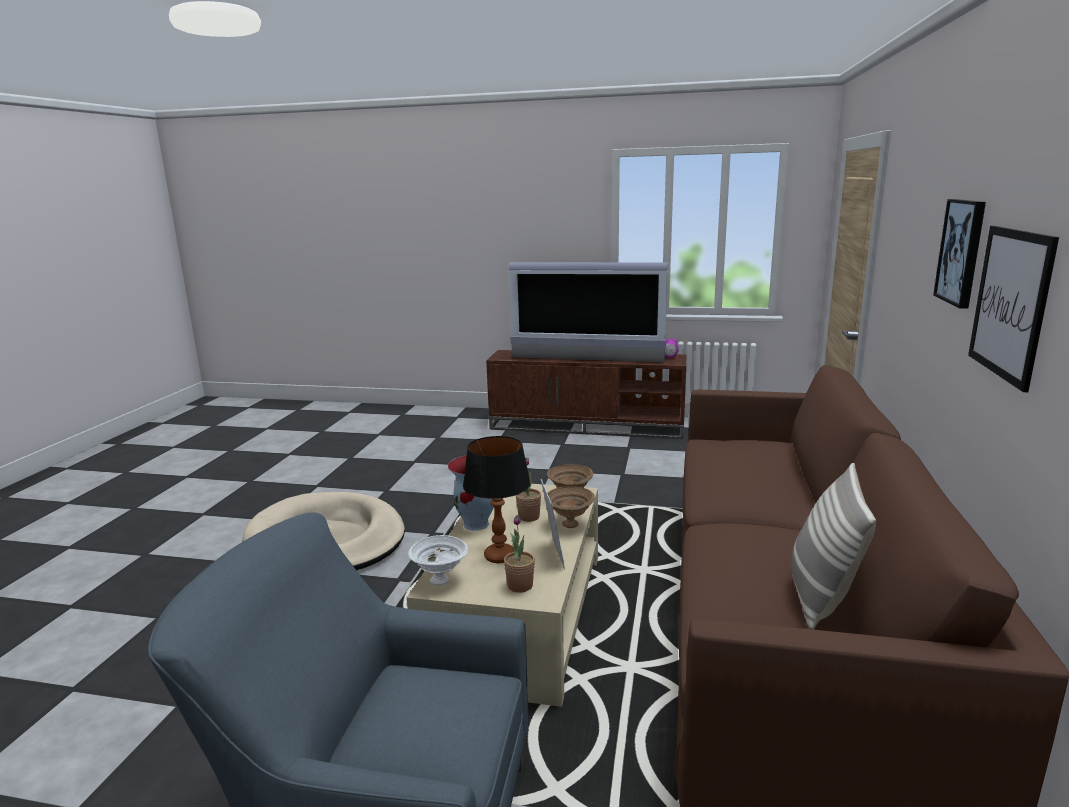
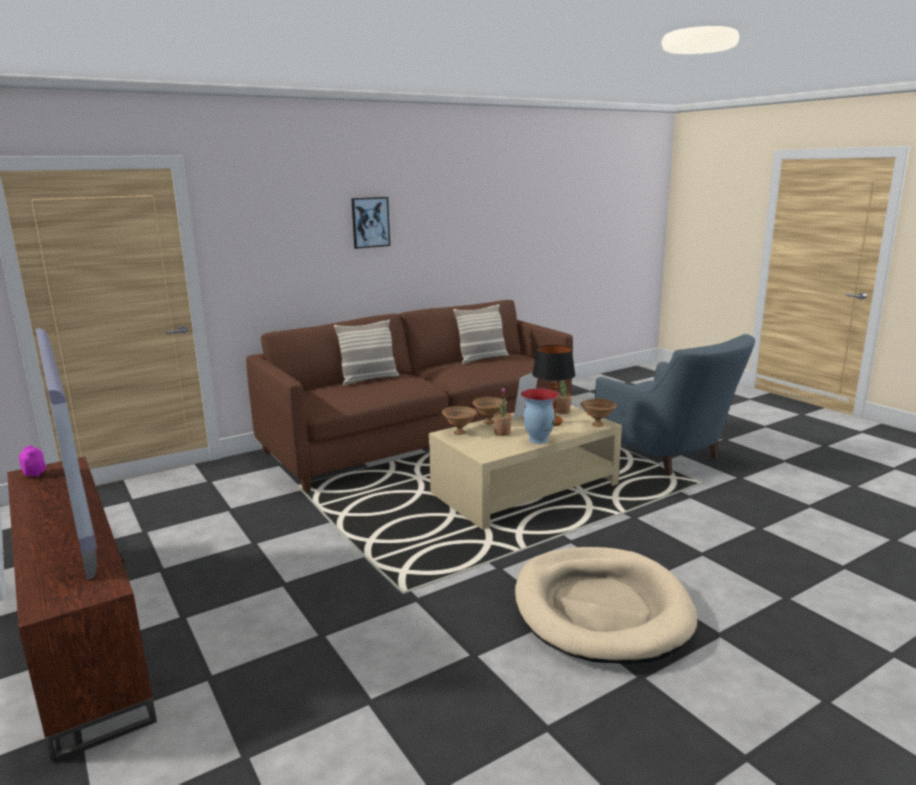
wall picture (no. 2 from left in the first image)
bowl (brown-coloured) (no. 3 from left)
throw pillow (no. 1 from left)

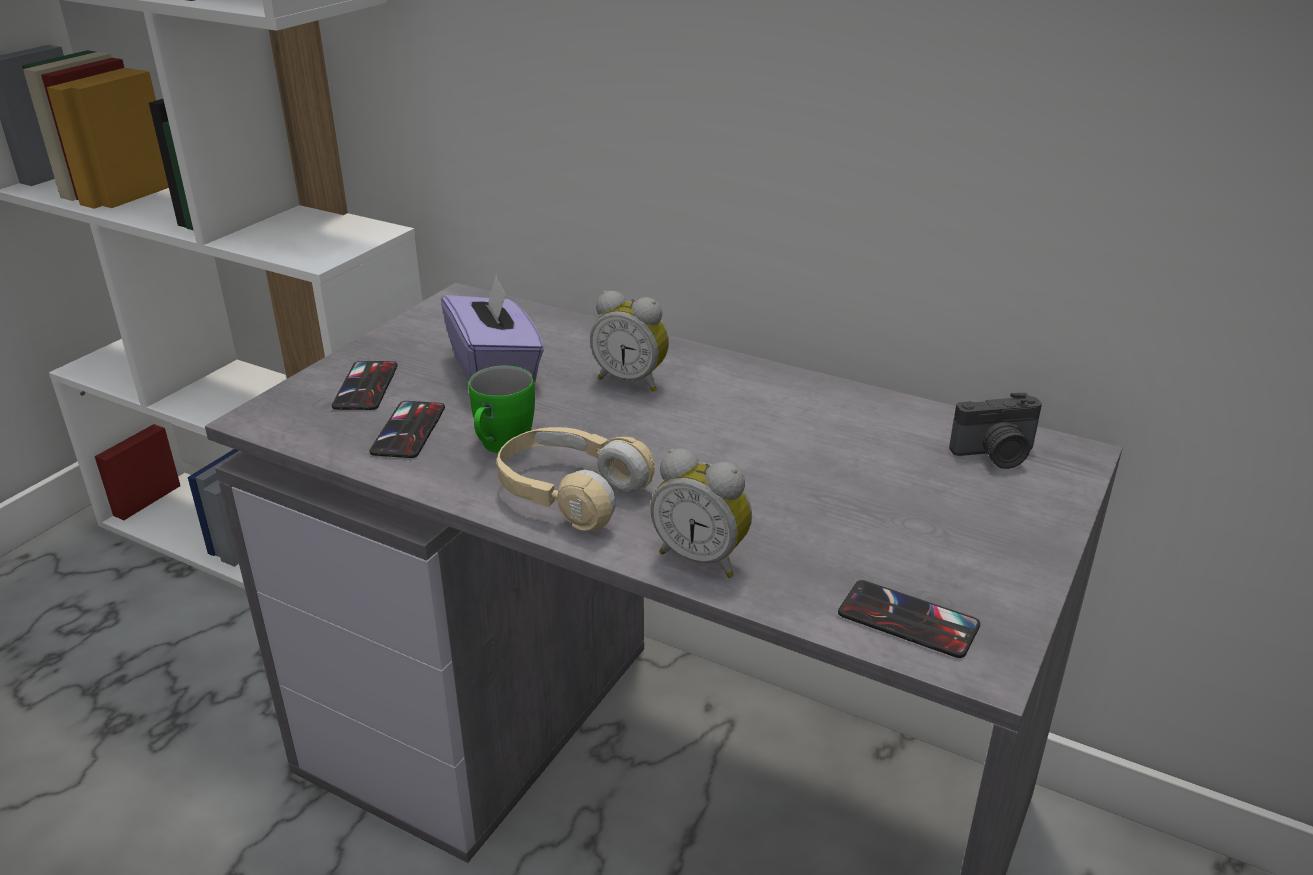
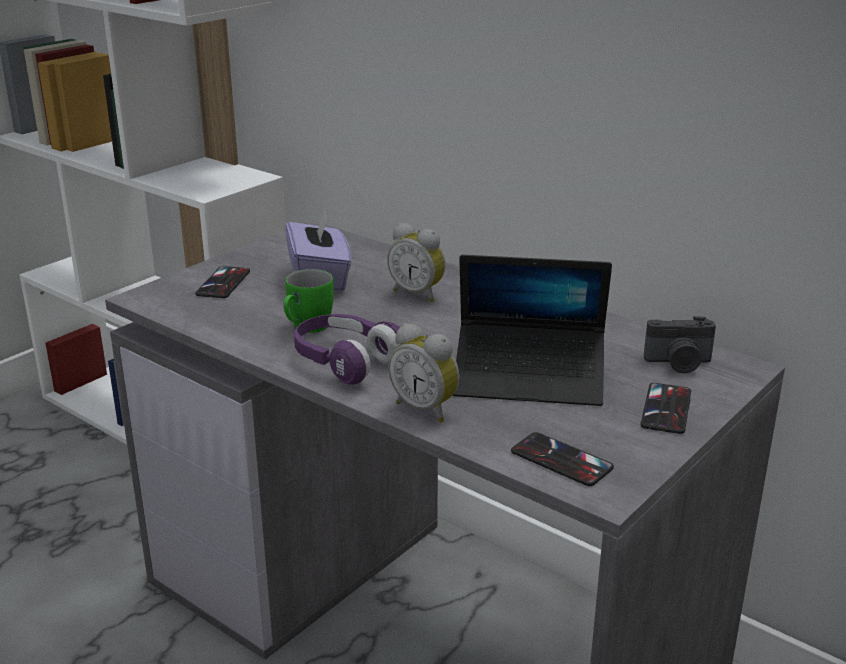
handset (no. 3 from left)
headphones (purplish)
portable computer

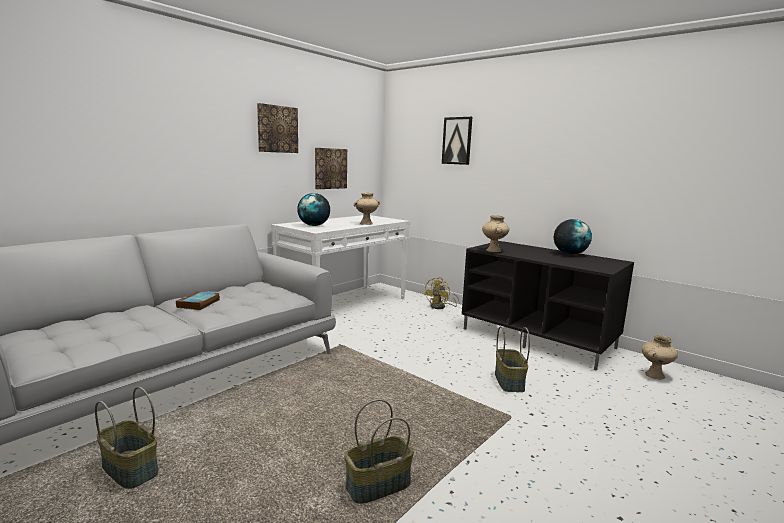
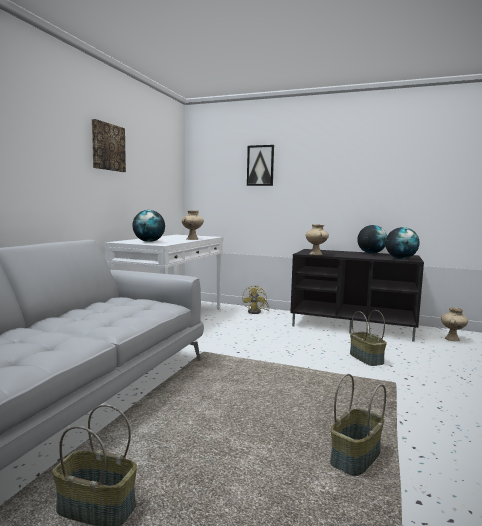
wall picture (no. 2 from left in the first image)
book
globe (no. 3 from left)

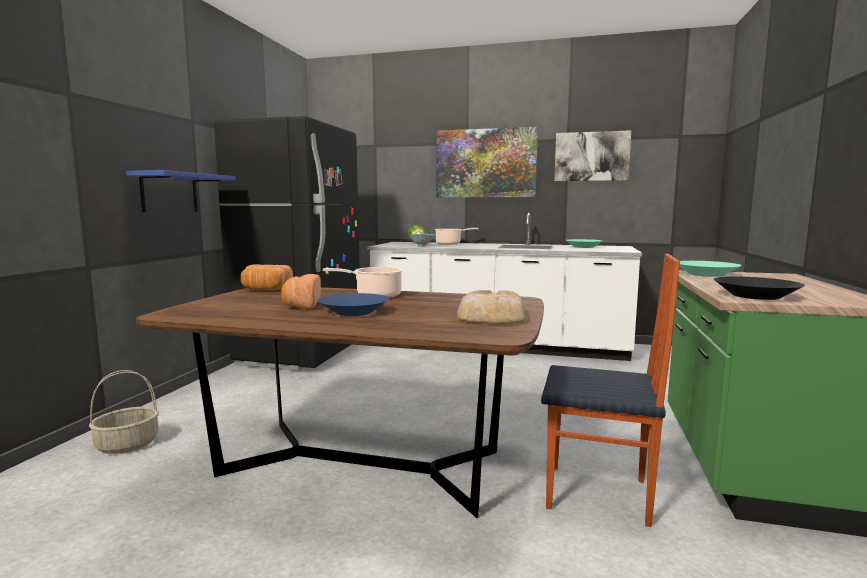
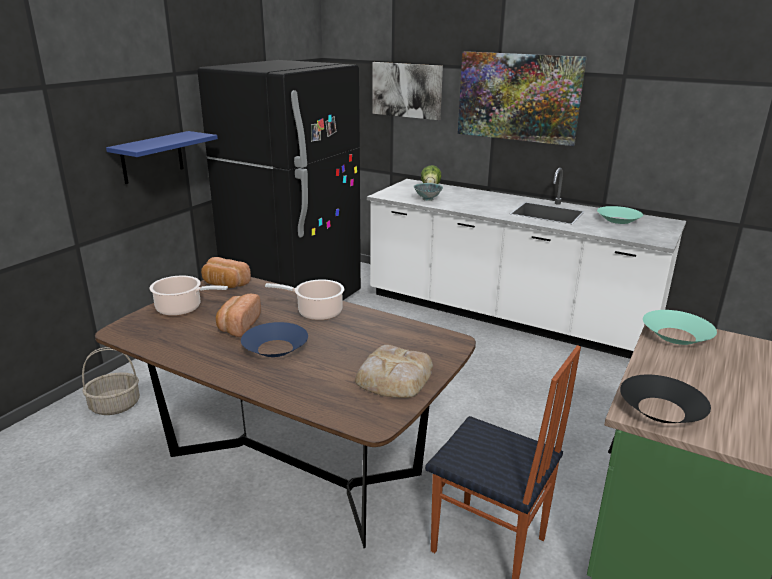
wall picture (no. 1 from left)
stockpot (no. 1 from left)

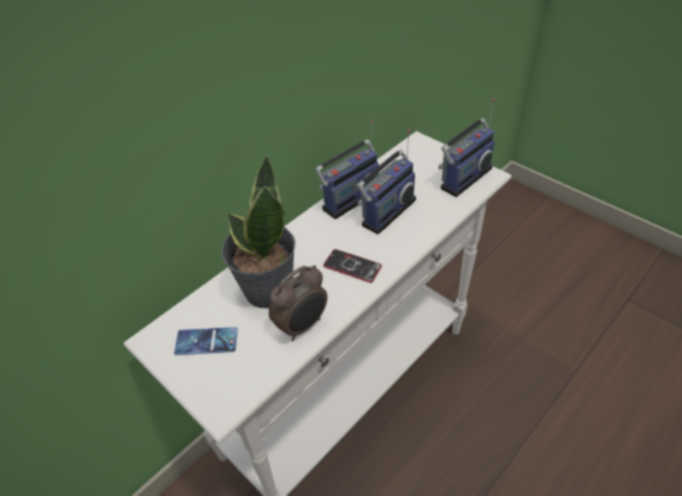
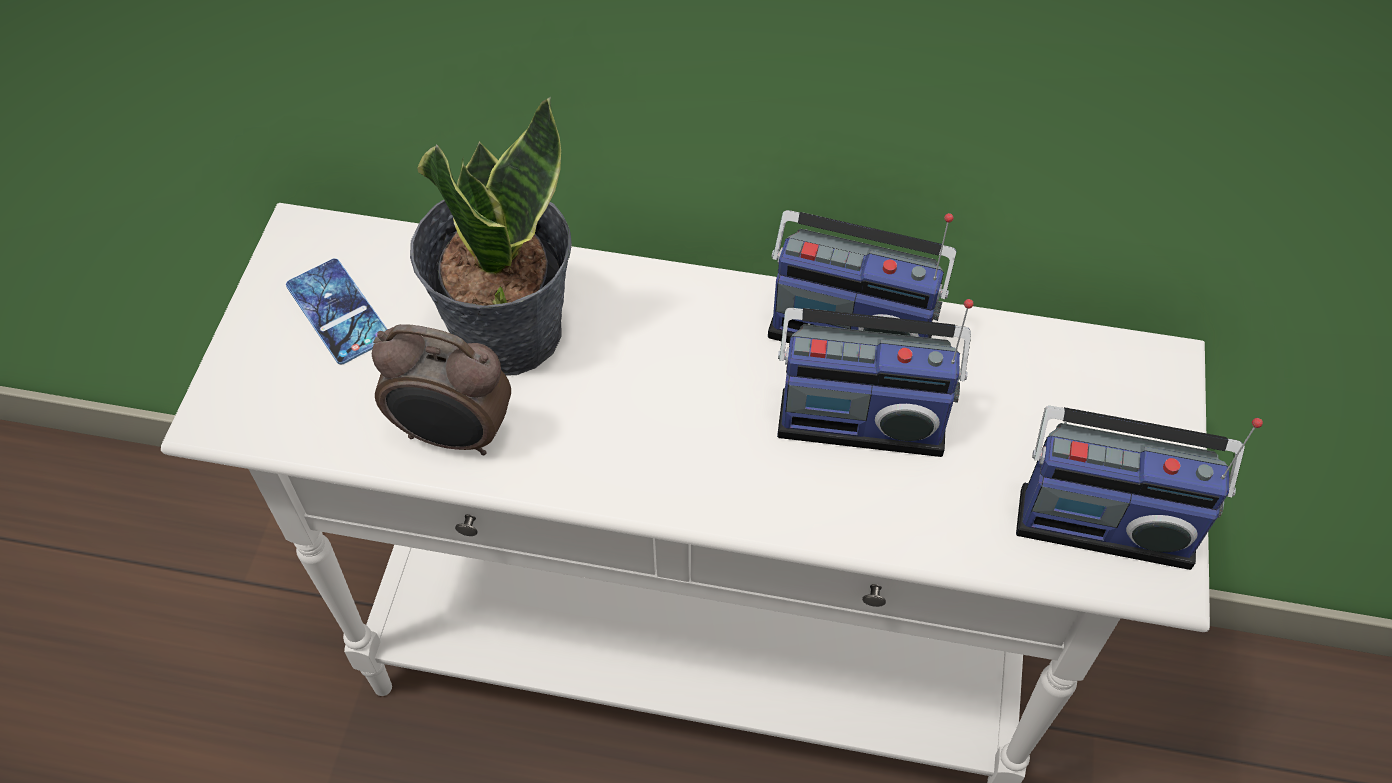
handset (no. 2 from left in the first image)

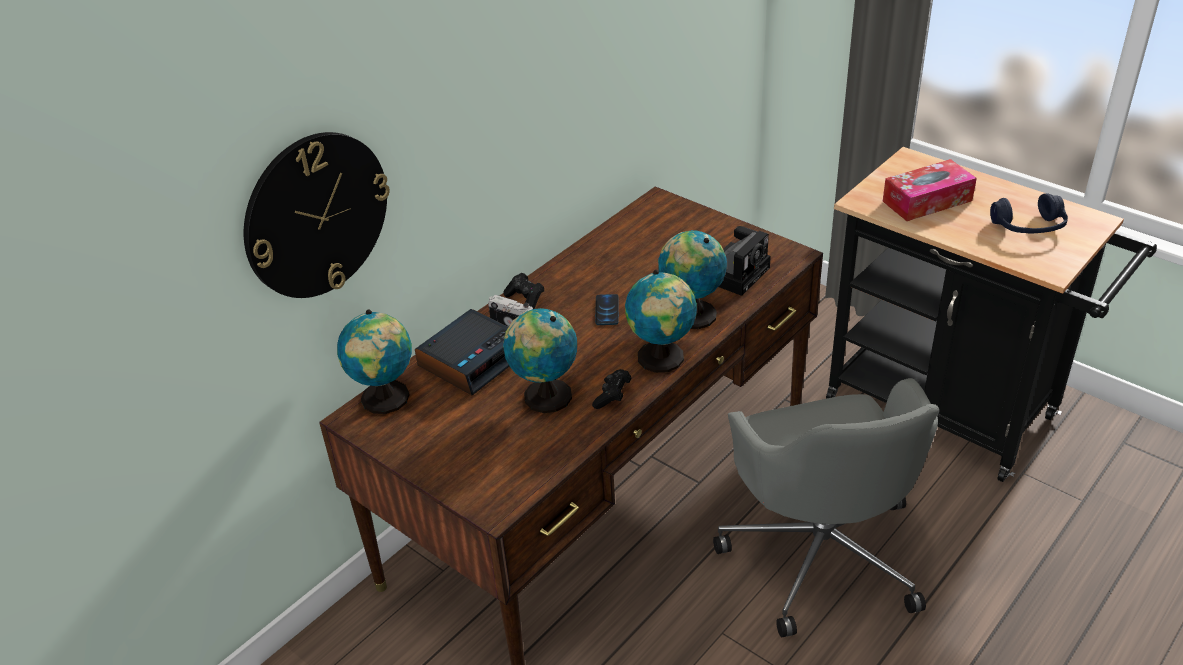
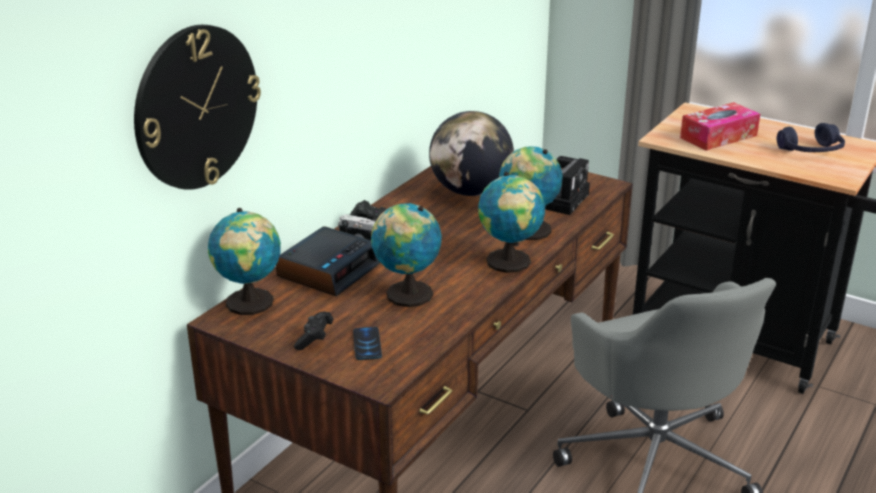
handset
game controller (blackish) (no. 1 from left)
globe (no. 3 from left)

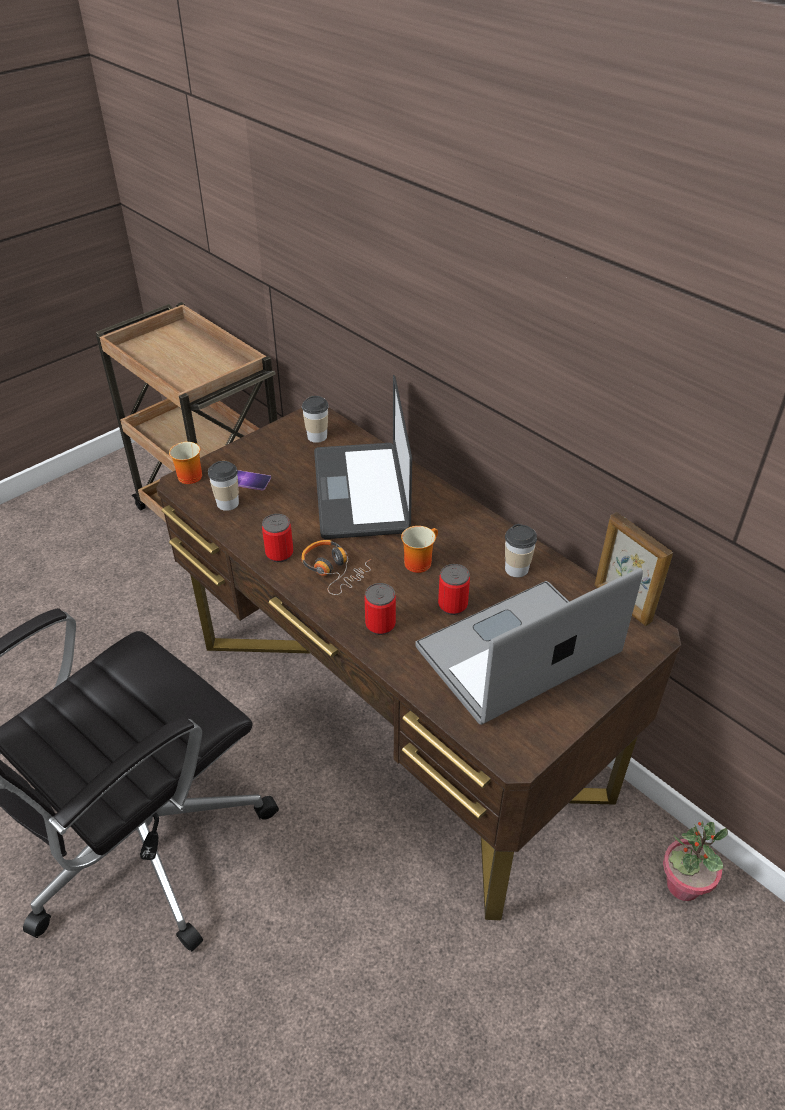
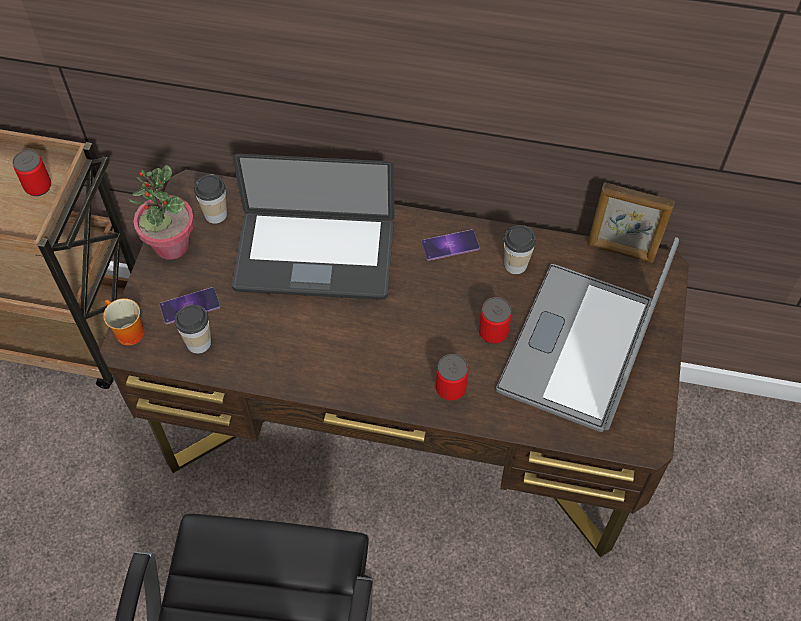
portable computer (no. 1 from left)
sealed can (no. 1 from left)
tea mug (no. 2 from left in the first image)
headphones
potted plant
handset (no. 2 from left)

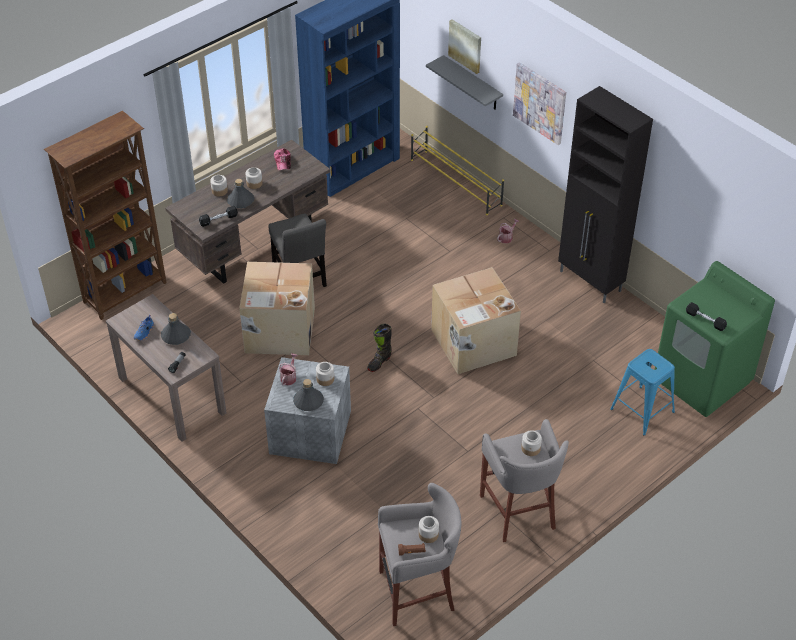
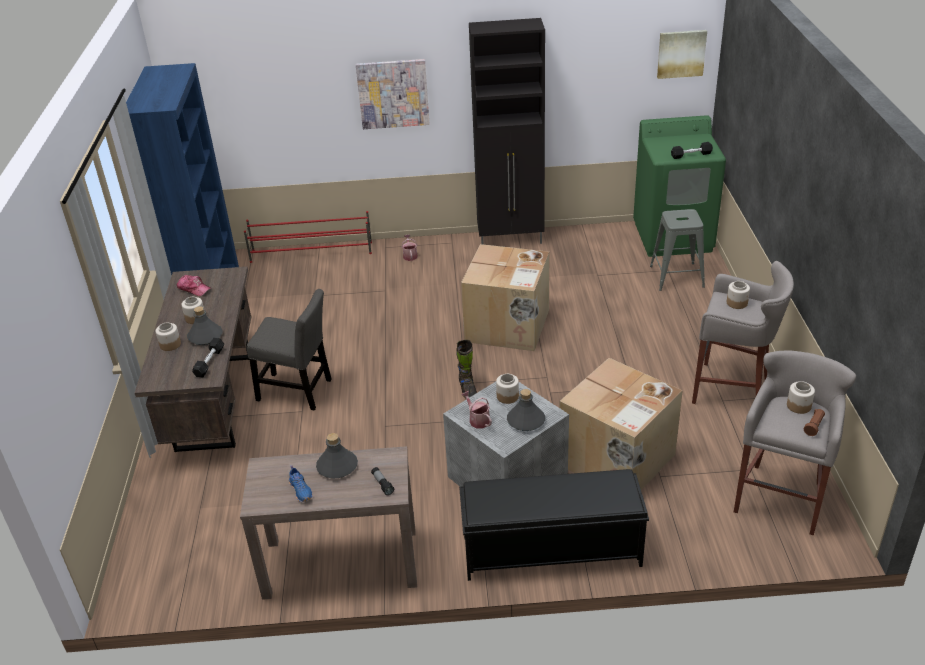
wall picture (no. 2 from left)
shelf (grey)
shelving unit (brown-coloured)
shoe rack (red-coloured)
carton (no. 2 from left)
stool seat (grey) (no. 1 from left)
indoor bench (blackish)

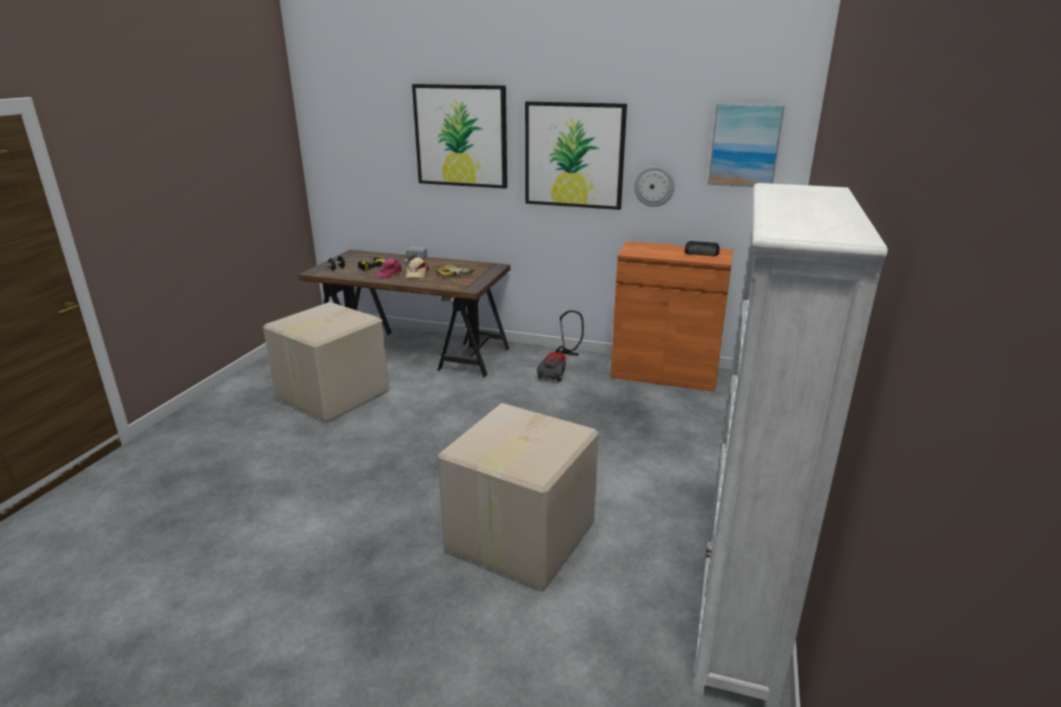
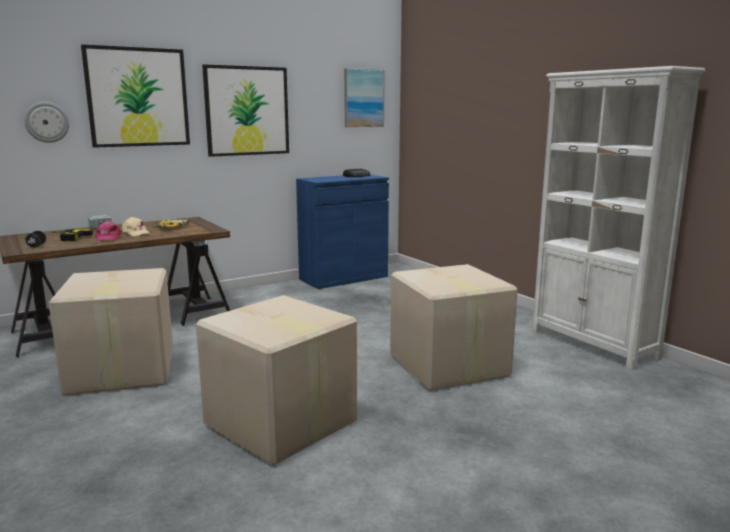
clock on the wall
cupboard (bluish)
vacuum cleaner
carton (no. 2 from left)

